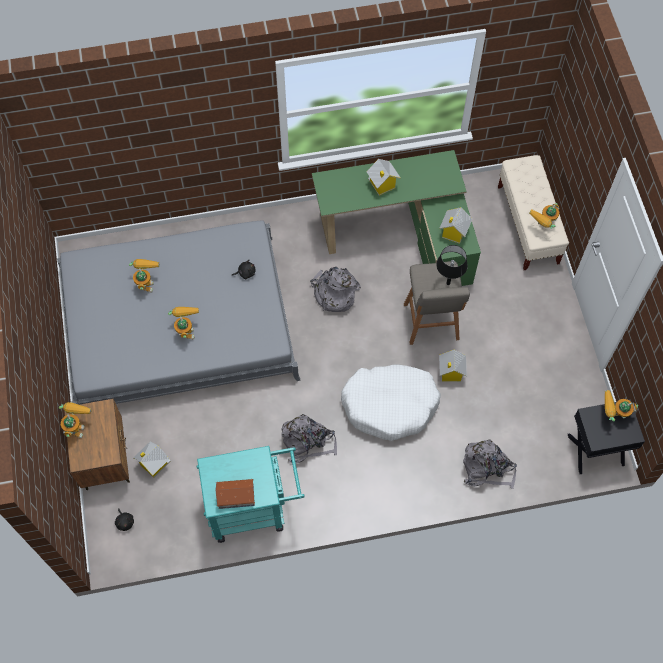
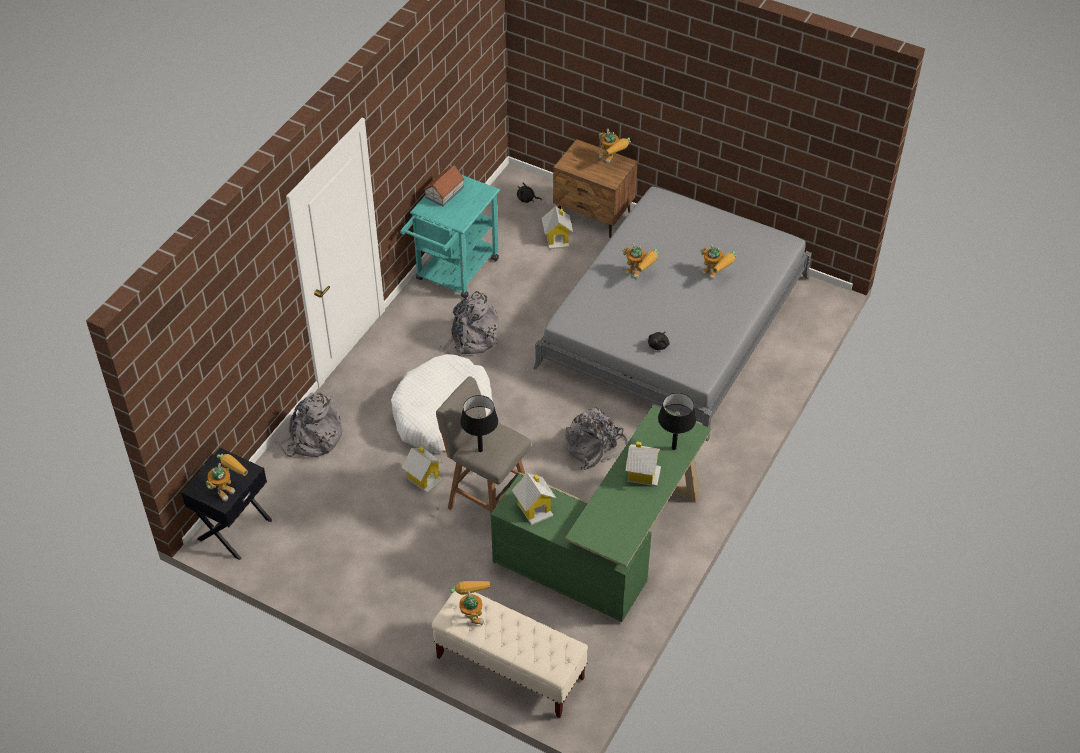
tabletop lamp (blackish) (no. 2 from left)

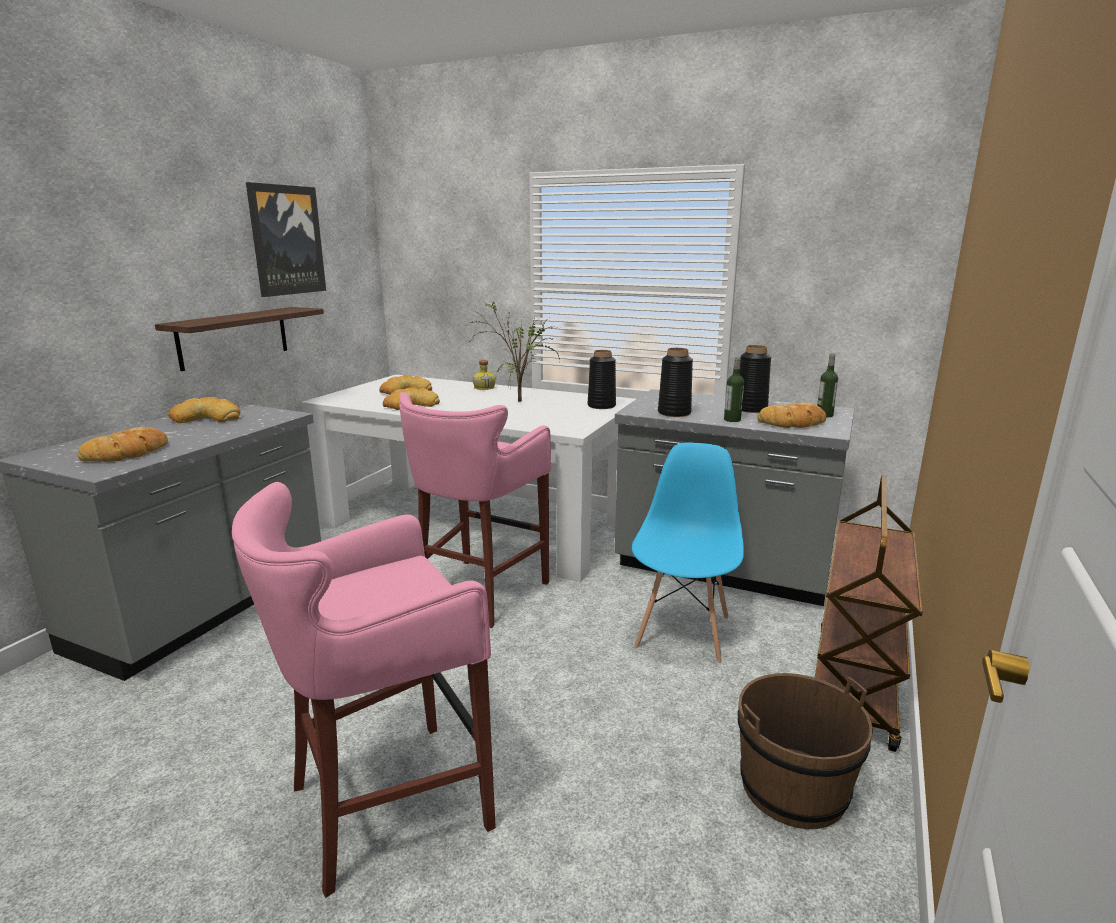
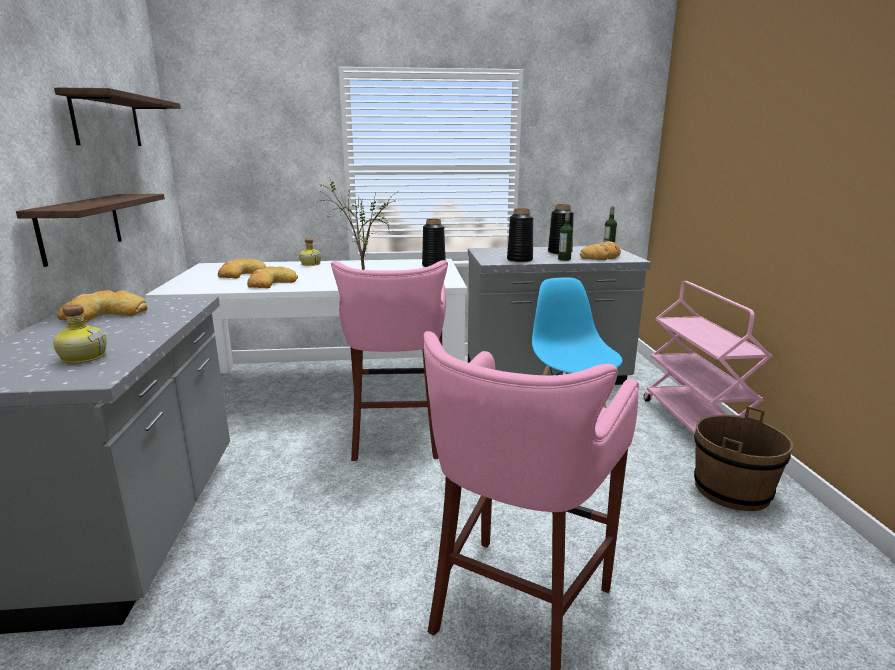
shelf (no. 2 from left)
drink bottle (no. 1 from left)
wheeled cart (pinkish)

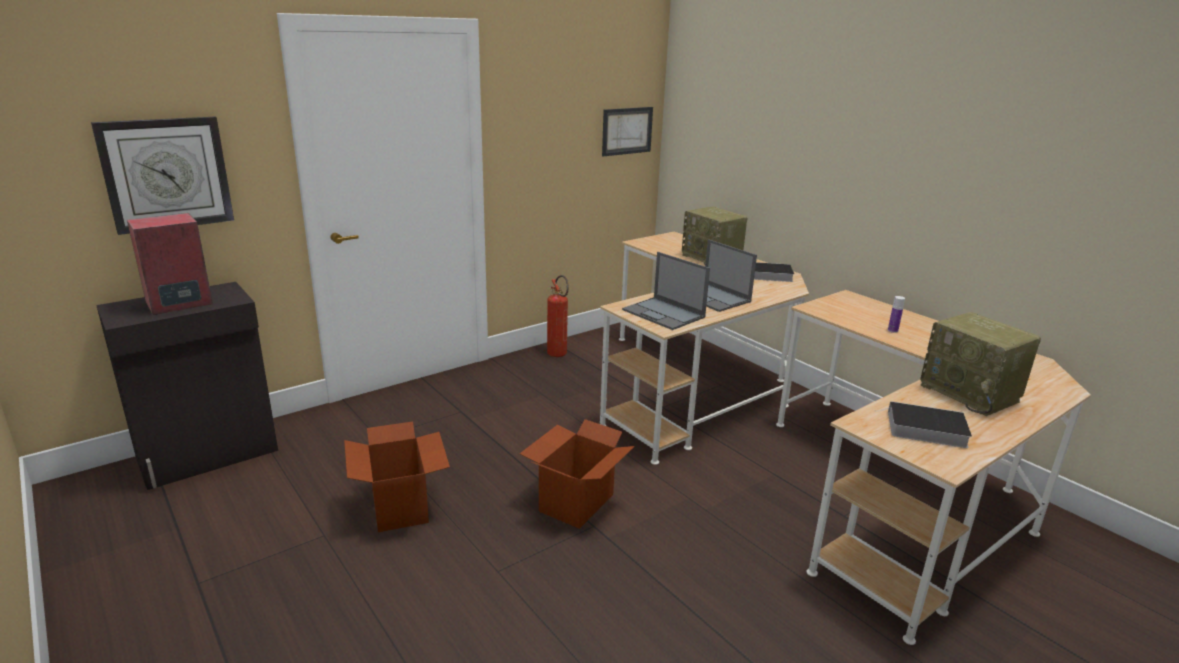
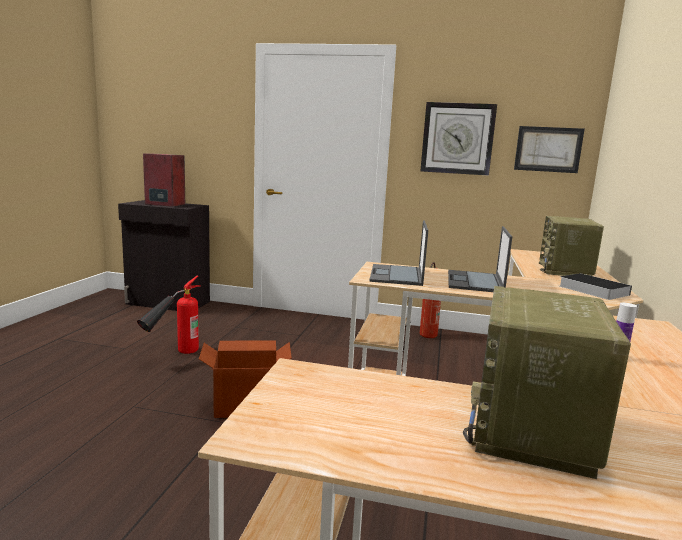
clock on the wall
book (no. 2 from left in the first image)
fire extinguisher (no. 1 from left)

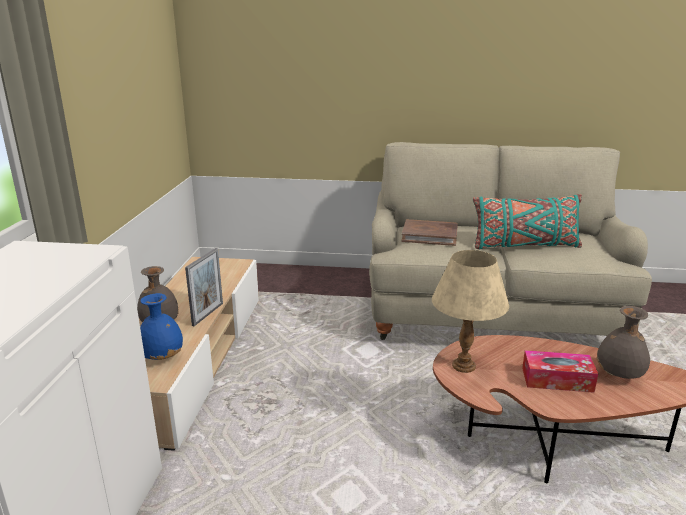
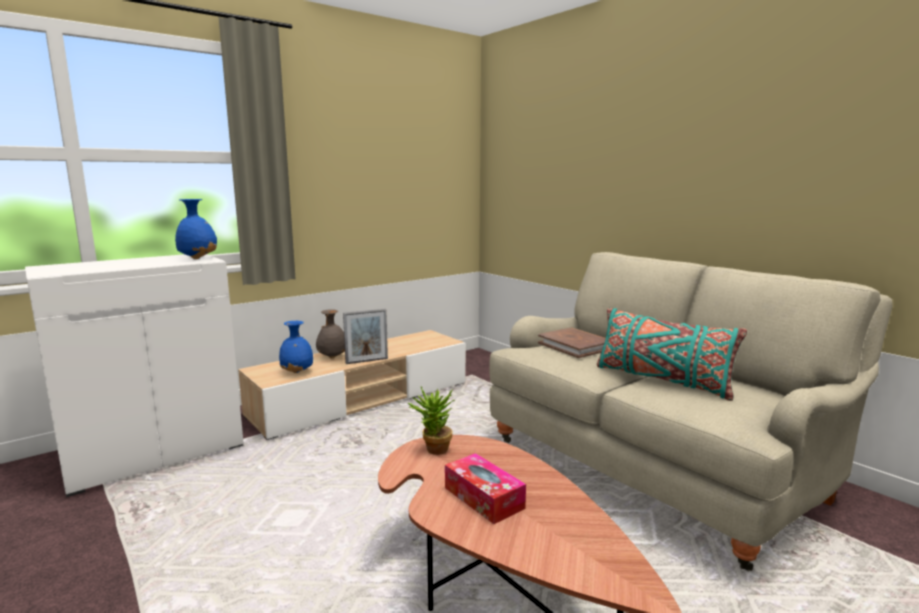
potted plant
decorative vase (grey) (no. 2 from left in the first image)
decorative vase (bluish) (no. 1 from left)

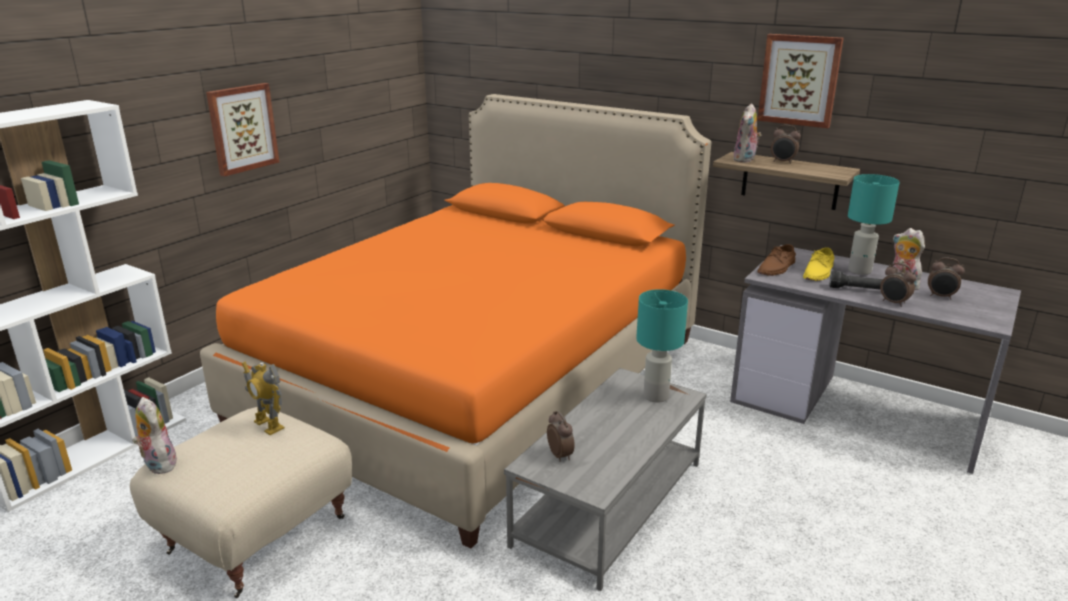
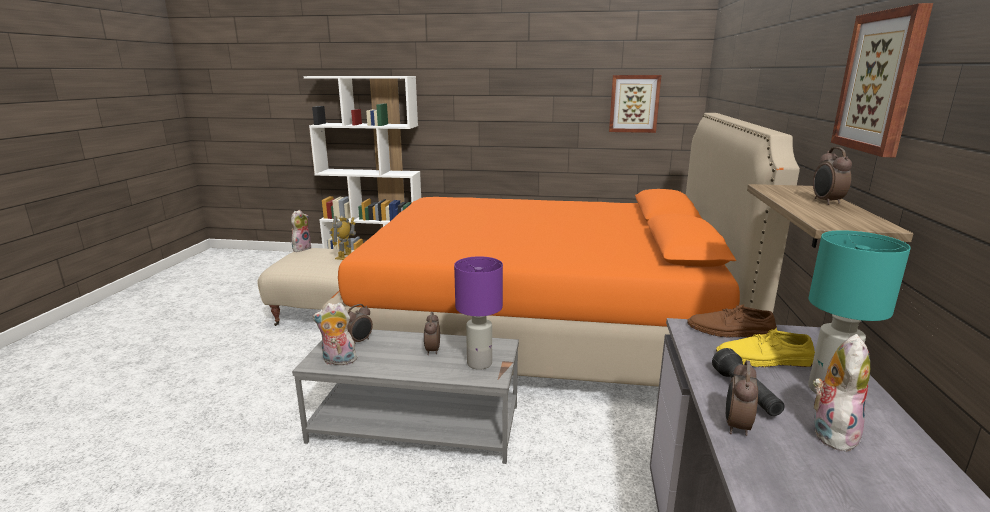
wall picture (no. 1 from left)
cuddly toy (no. 2 from left)
bedside clock (no. 2 from left)
tabletop lamp (purplish)

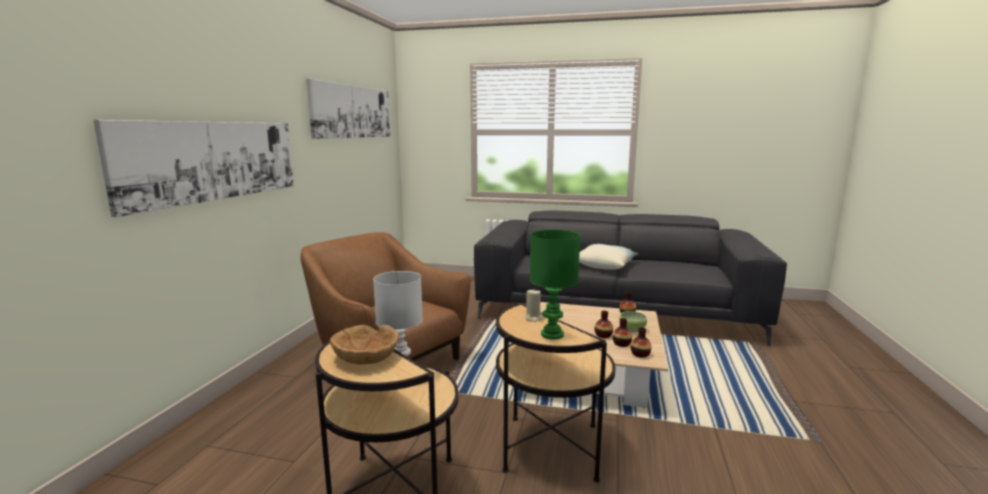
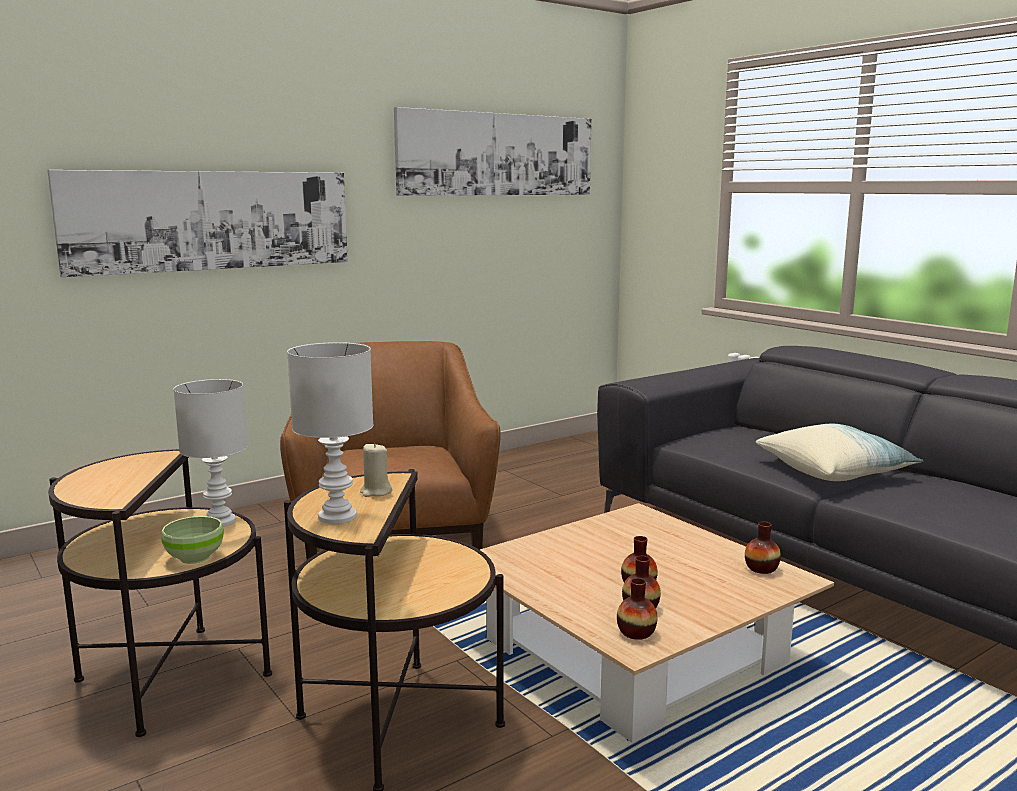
tabletop lamp (whitish) (no. 2 from left)
bowl (green-coloured)
bowl (brown-coloured)

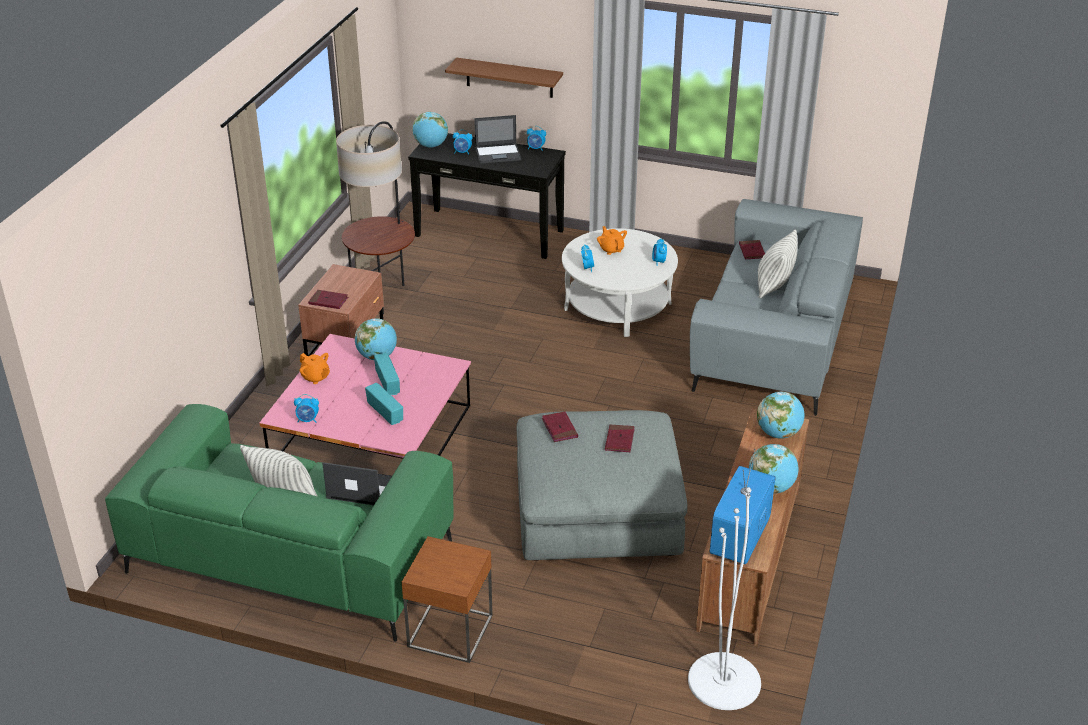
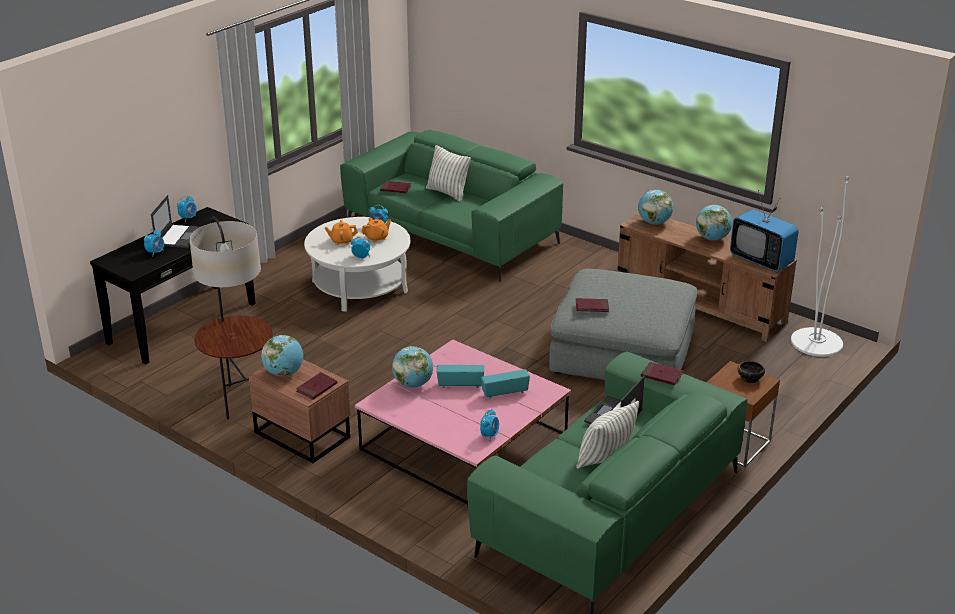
shelf (brown-coloured)
globe (no. 1 from left)
settee (green-coloured) (no. 1 from left)
teapot (orange-coloured) (no. 2 from left)
book (red-coloured) (no. 4 from left)
bowl

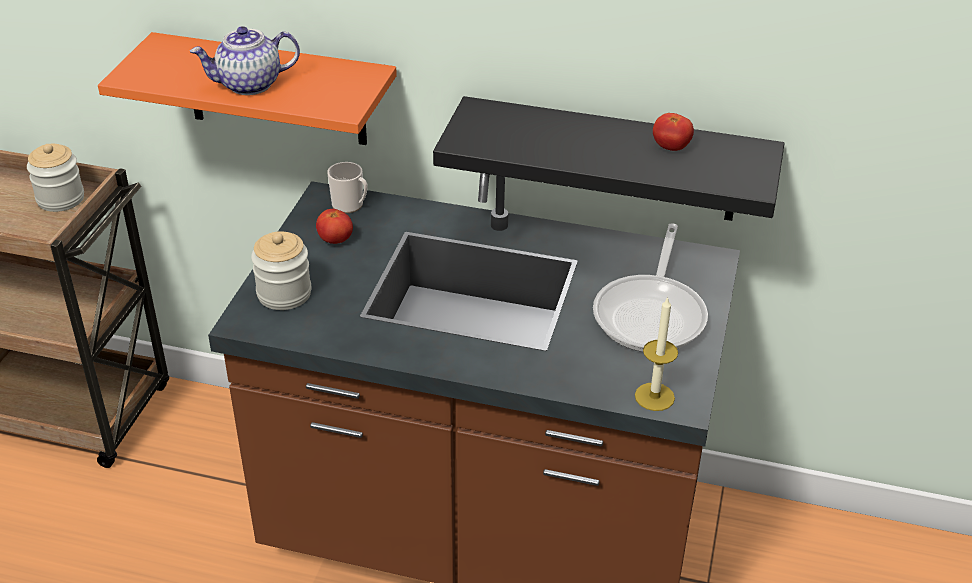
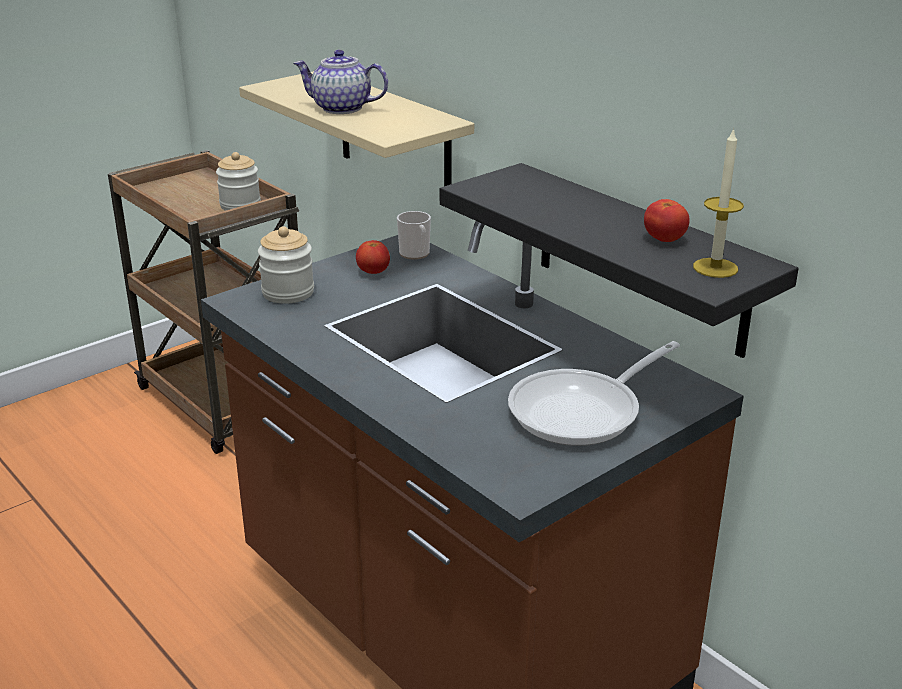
shelf (sand-coloured)
wax candle

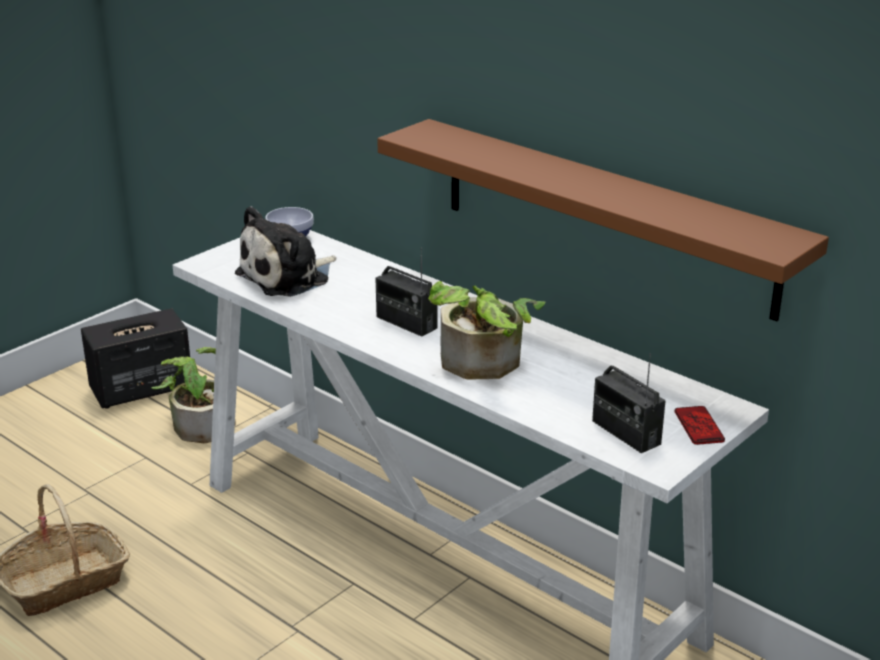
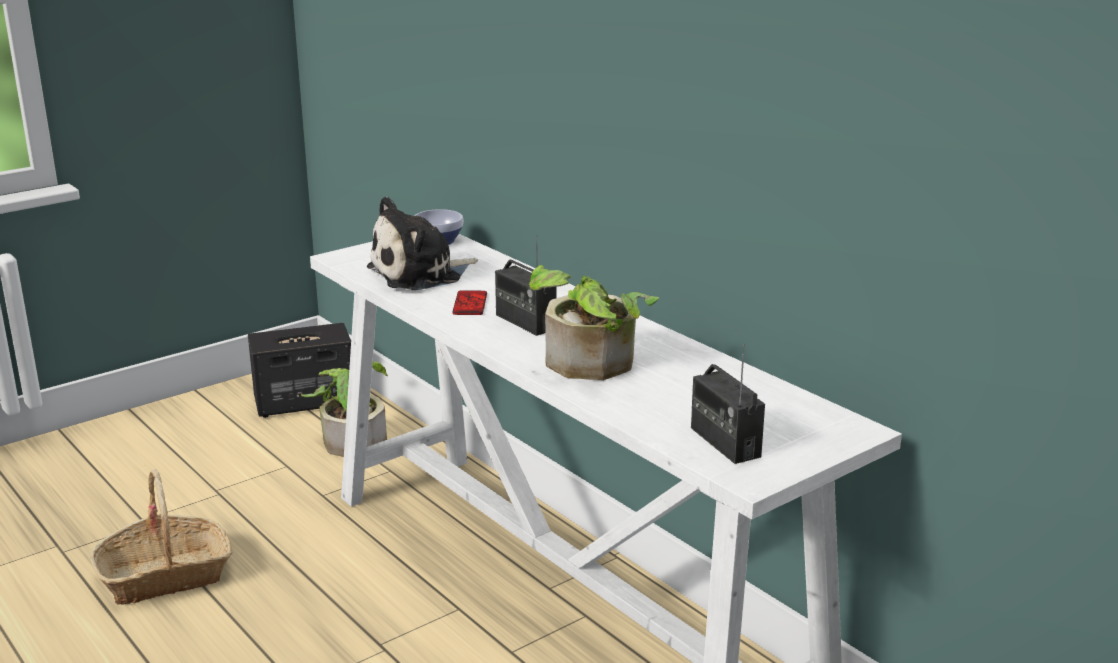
shelf (brown-coloured)
handset

